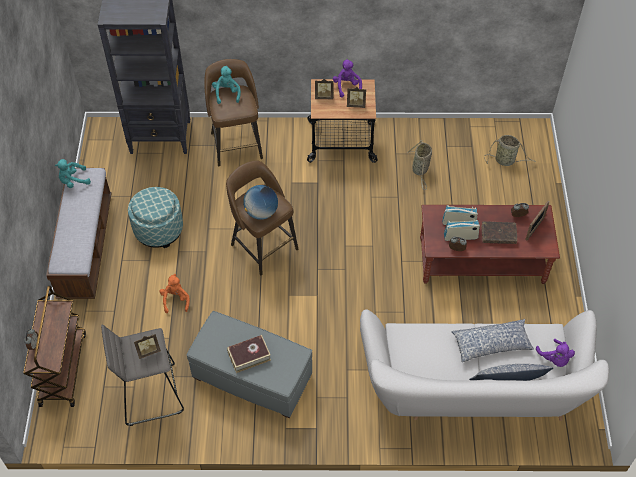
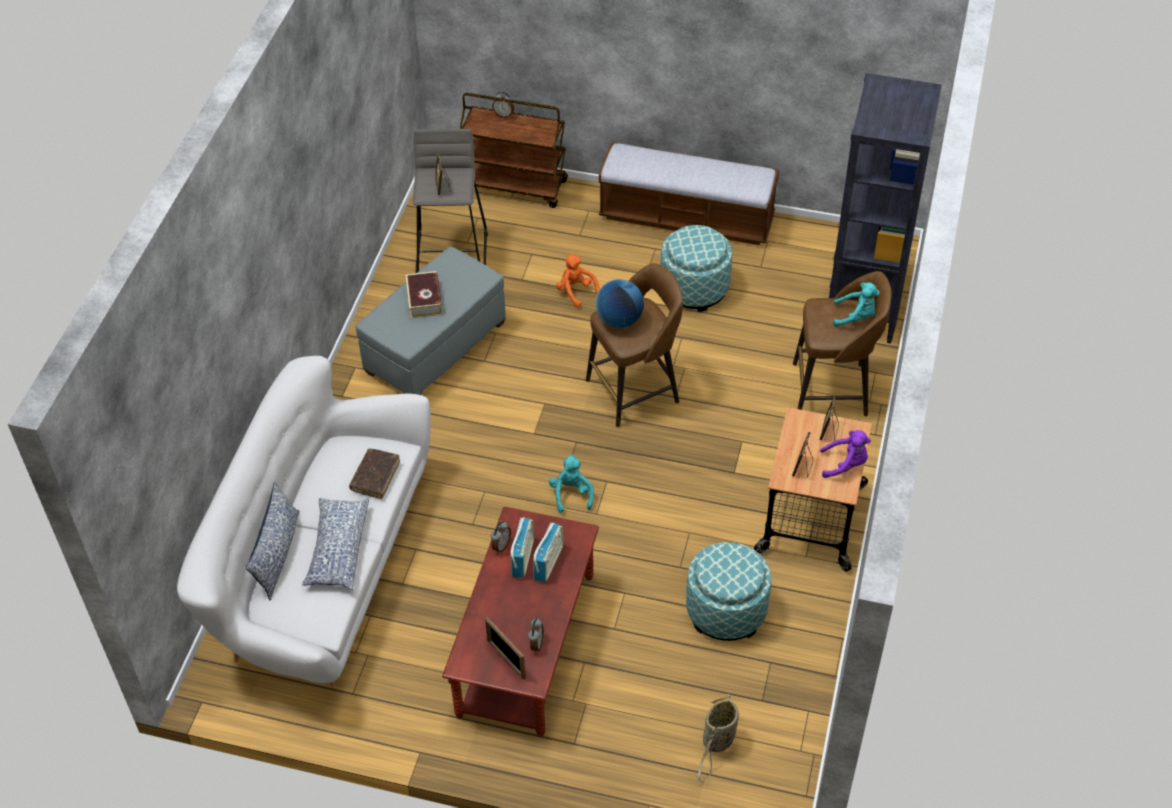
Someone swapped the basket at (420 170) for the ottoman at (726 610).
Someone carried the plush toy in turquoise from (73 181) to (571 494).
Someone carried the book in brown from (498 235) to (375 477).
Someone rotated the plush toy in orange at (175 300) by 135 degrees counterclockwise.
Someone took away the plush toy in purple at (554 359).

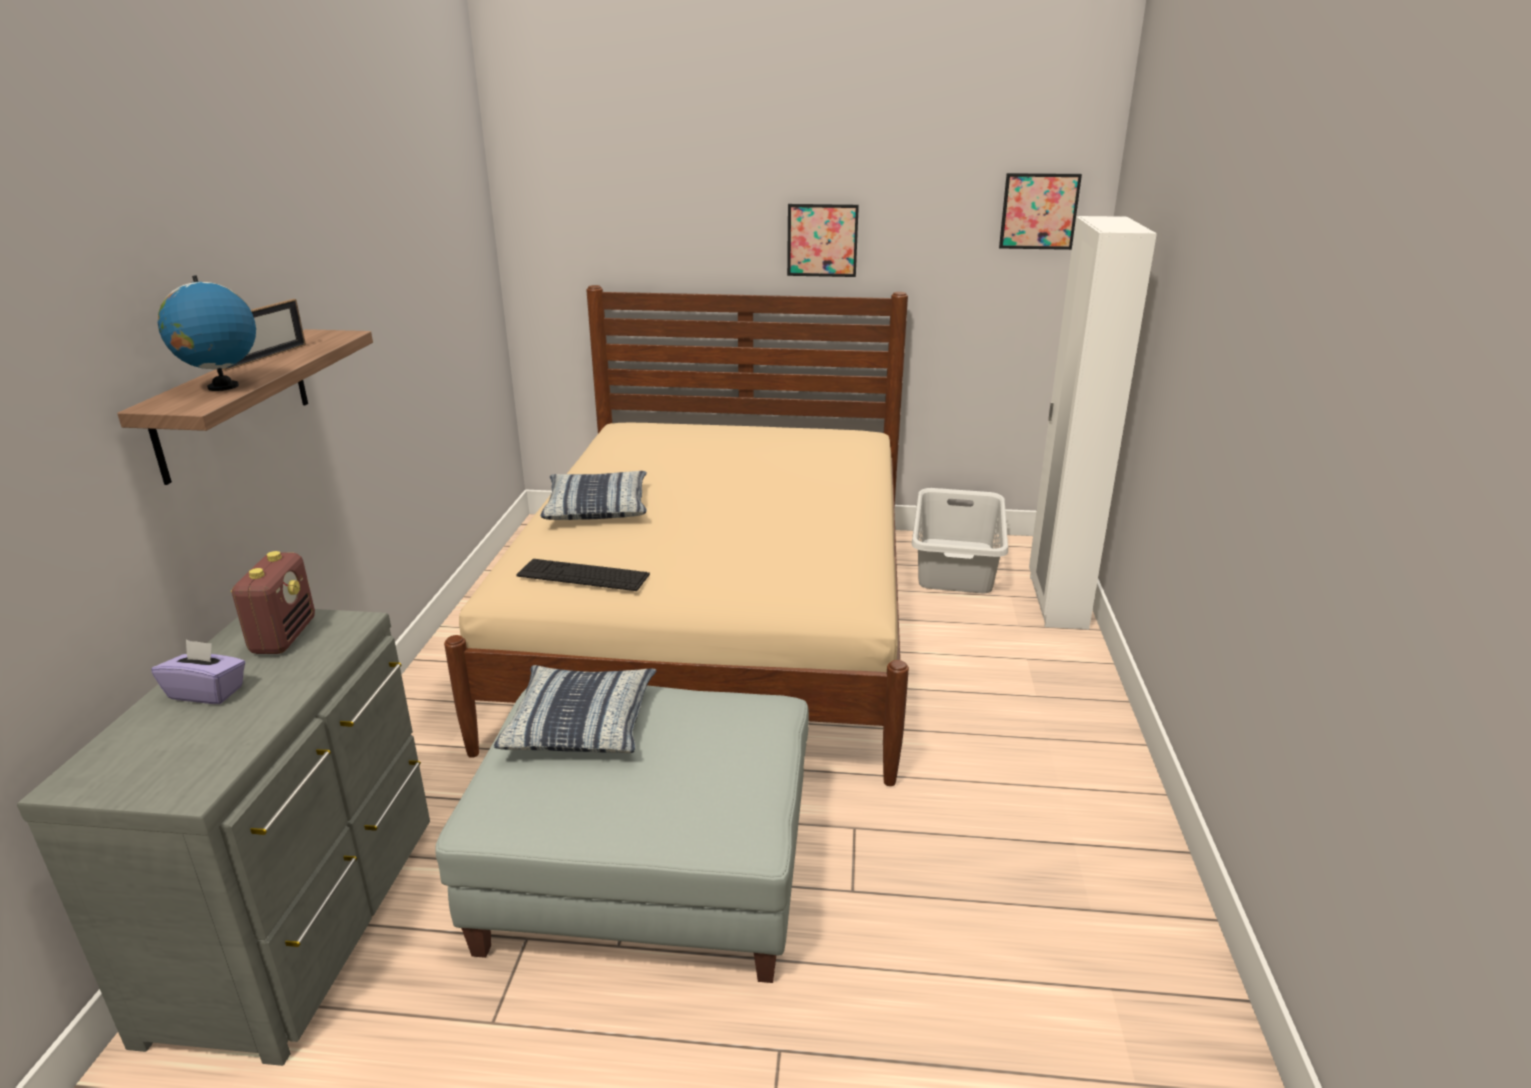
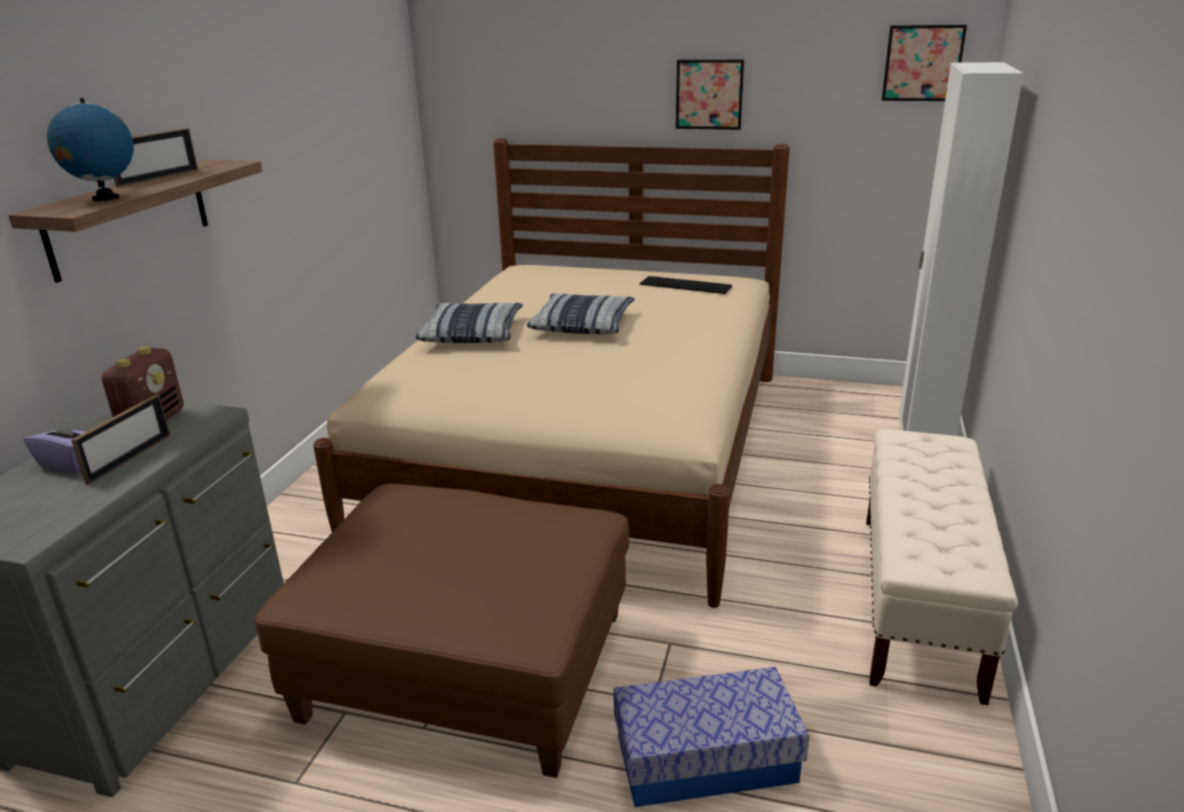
Someone took away the laundry basket in grey at (956 565).
Someone carried the keyboard from (583 575) to (685 285).
Someone carried the pillow from (581 723) to (583 325).
Someone repainted the ottoman in grey at (649 871), which became the ottoman in brown at (469 664).
Someone put down the picture frame at (130 459).
Someone put down the bench in beige at (918 601).
Someone put down the storage box at (706 758).

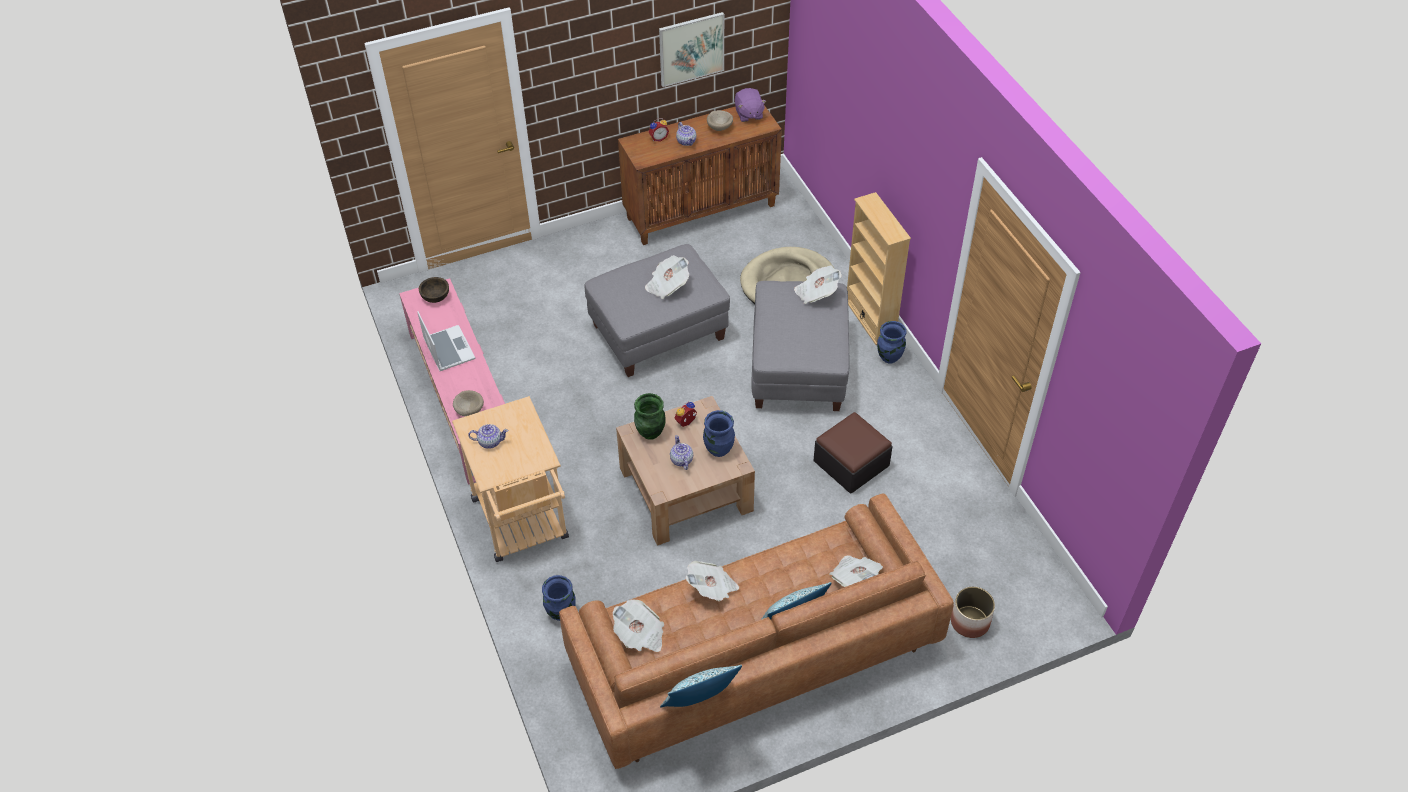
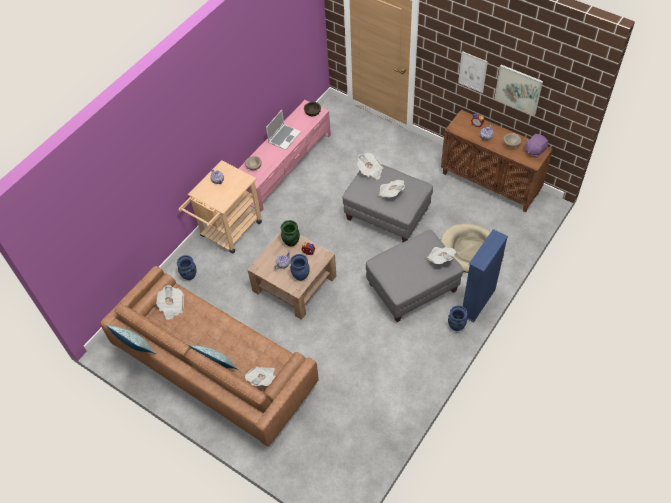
Someone repainted the bookcase in beige at (870 318), which became the bookcase in blue at (478 302).
Someone took away the ottoman at (851 463).
Someone carried the newspaper from (712 588) to (370 171).
Someone took away the planter at (969 622).
Someone put up the picture at (472 72).

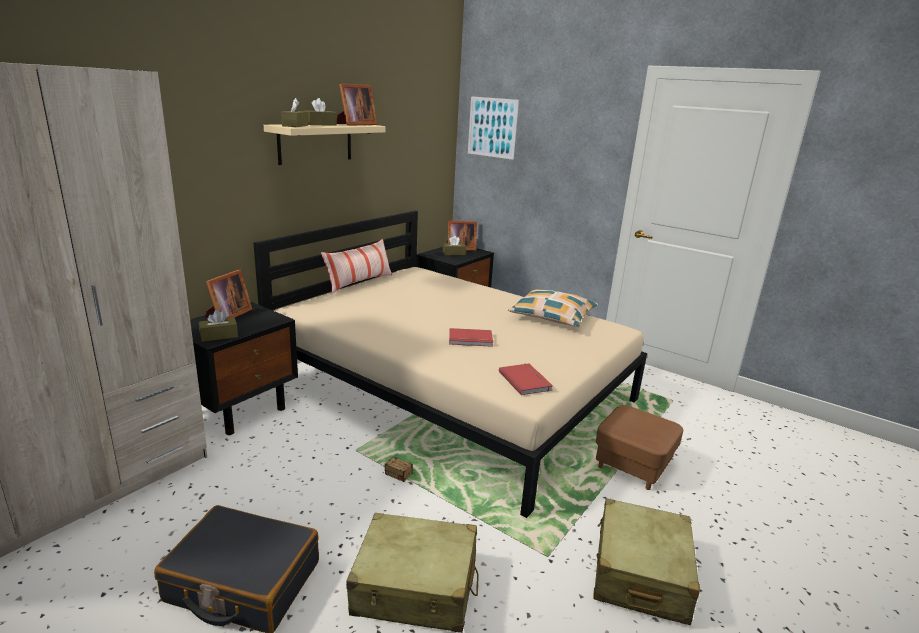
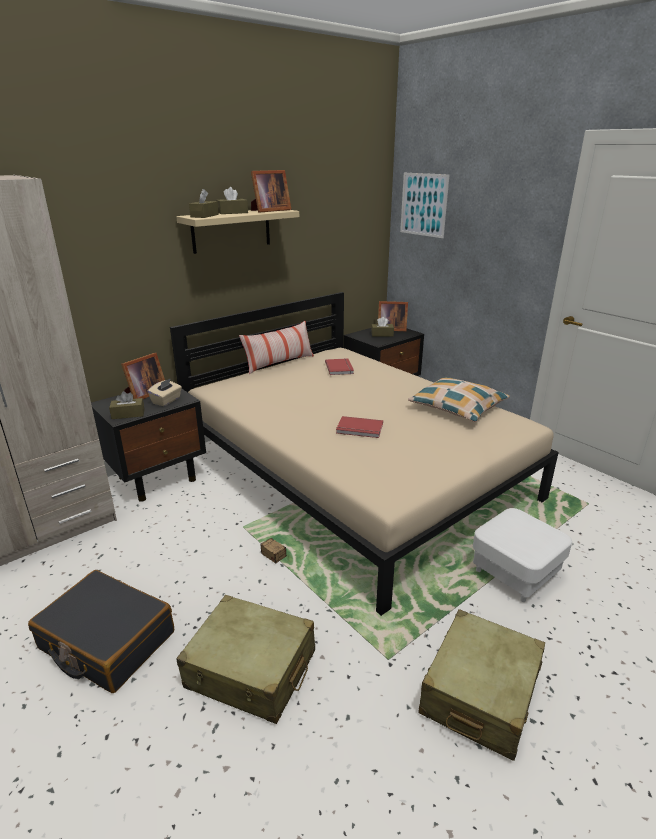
Someone carried the book in red from (526 380) to (340 368).
Someone repainted the ottoman in brown at (633 466), which became the ottoman in white at (515 573).
Someone put down the tissue box in beige at (166 401).

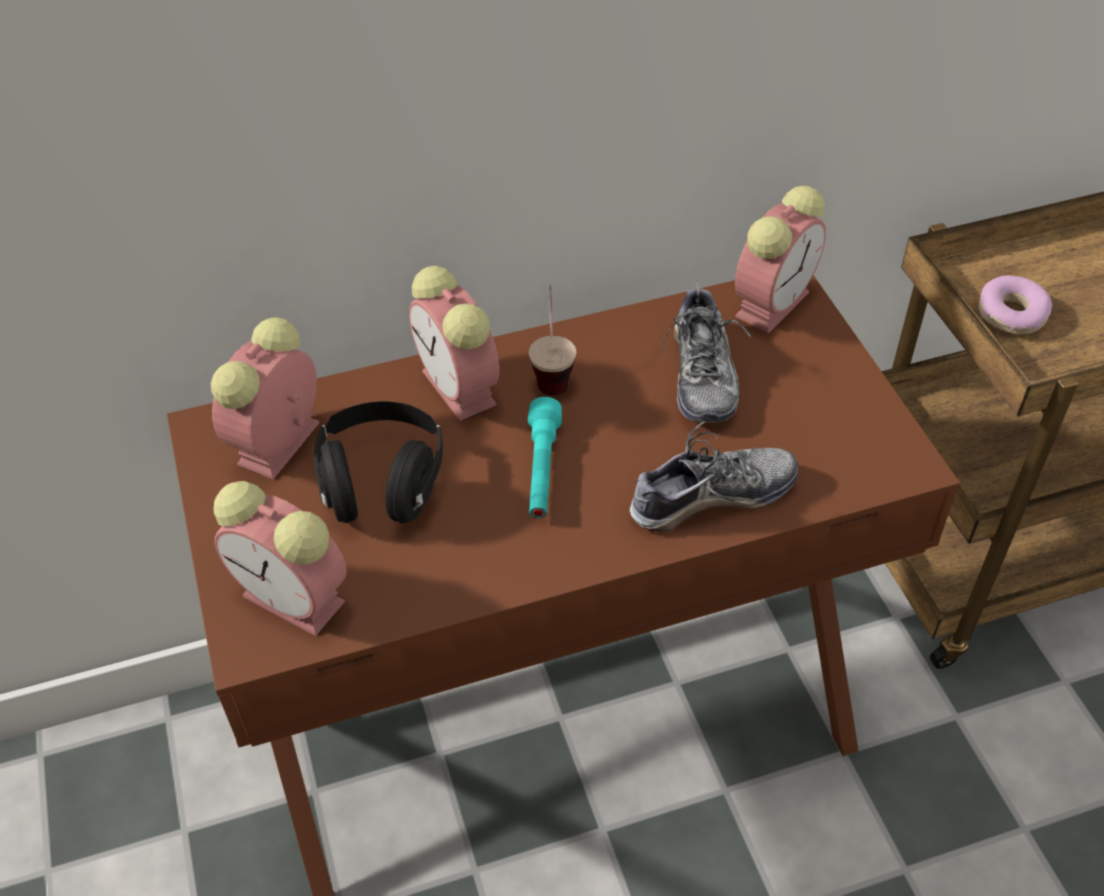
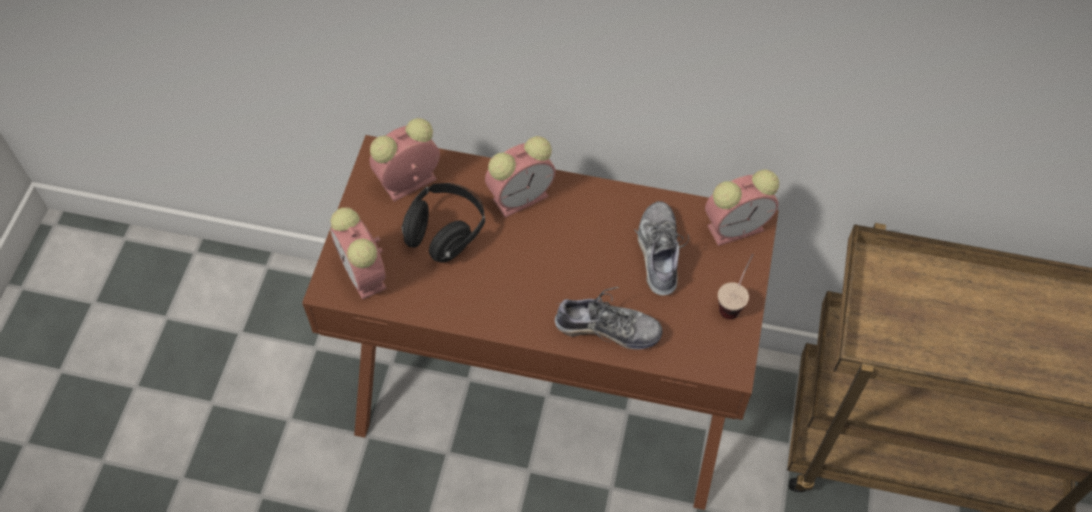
Someone rotated the alarm clock at (462 390) by 120 degrees counterclockwise.
Someone took away the donut at (1011 314).
Someone rotated the shoe at (702 375) by 150 degrees clockwise.
Someone carried the cup from (552 371) to (734 301).
Someone took away the flashlight in turquoise at (542 470).

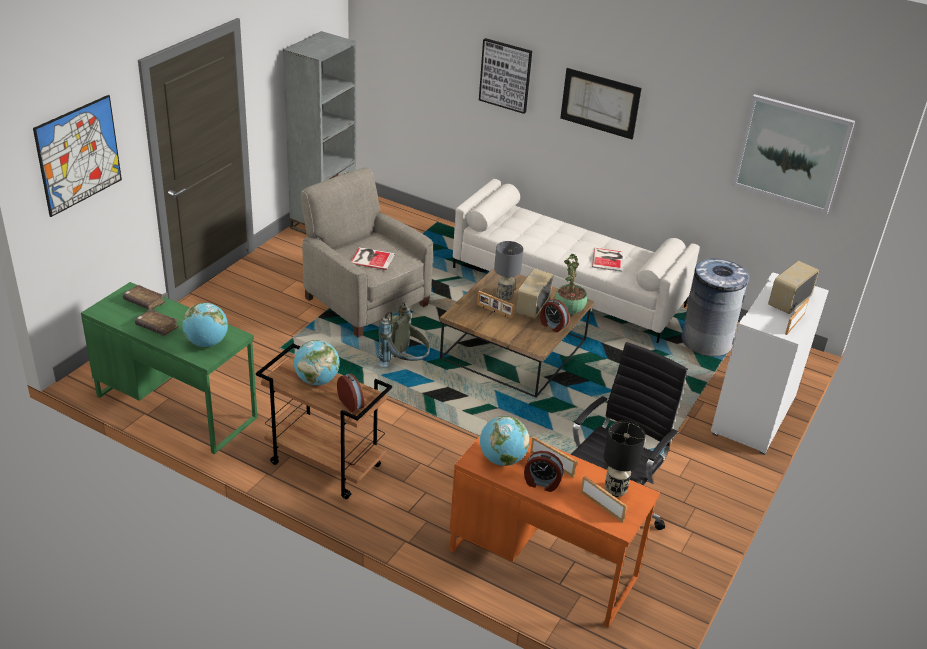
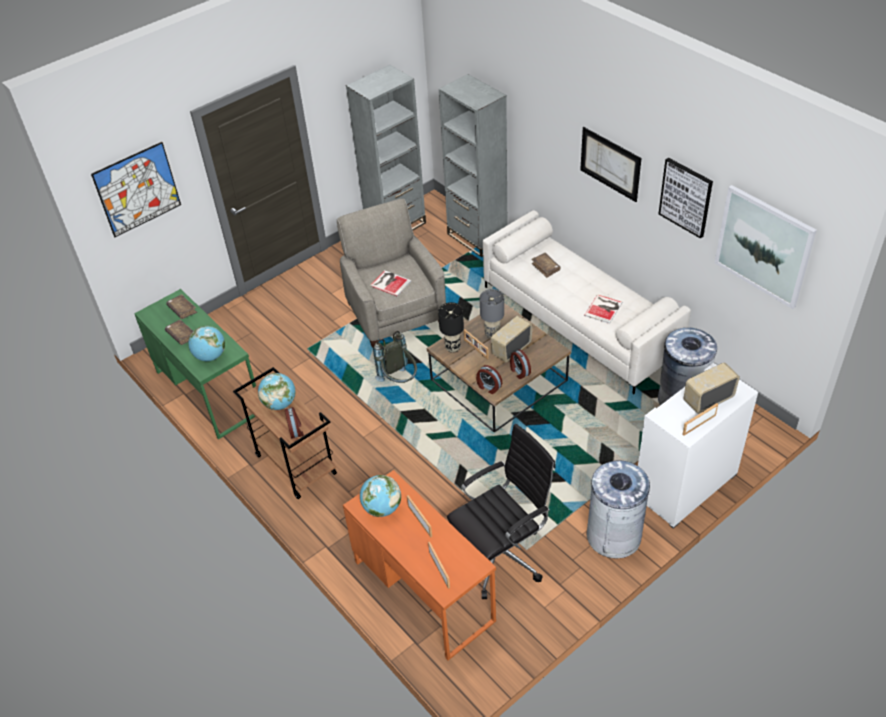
Someone carried the picture from (505 75) to (686 197).
Someone took away the potted plant at (569 311).
Someone carried the table lamp in black from (616 490) to (453 348).
Someone carried the alarm clock from (541 483) to (488 387).
Someone put down the bookcase in grey at (477 238).
Someone put down the book in brown at (545 267).
Someone put down the trash can in grey at (614 535).

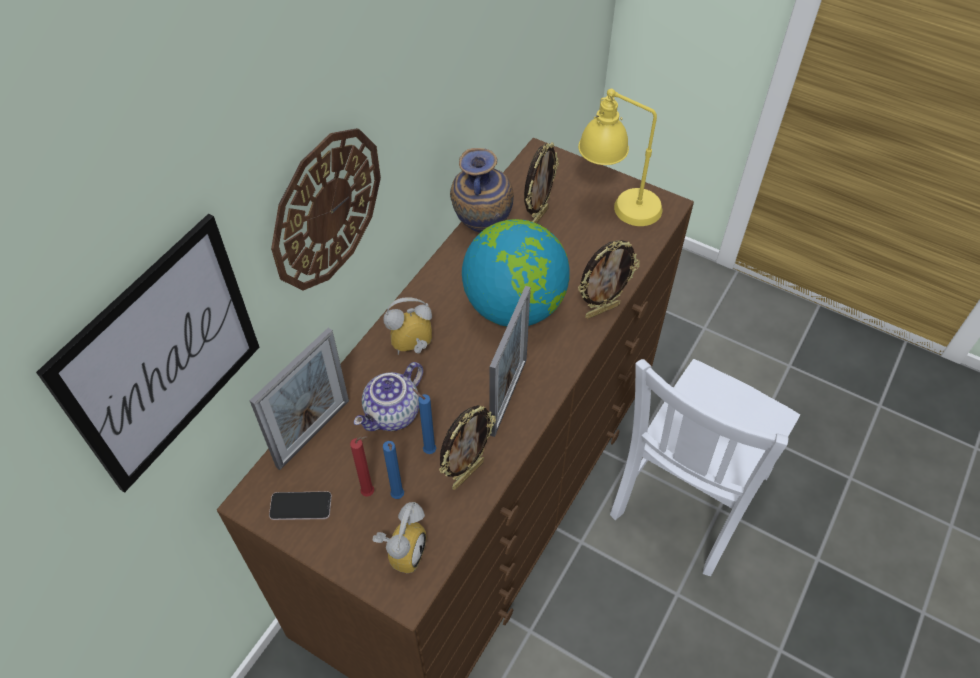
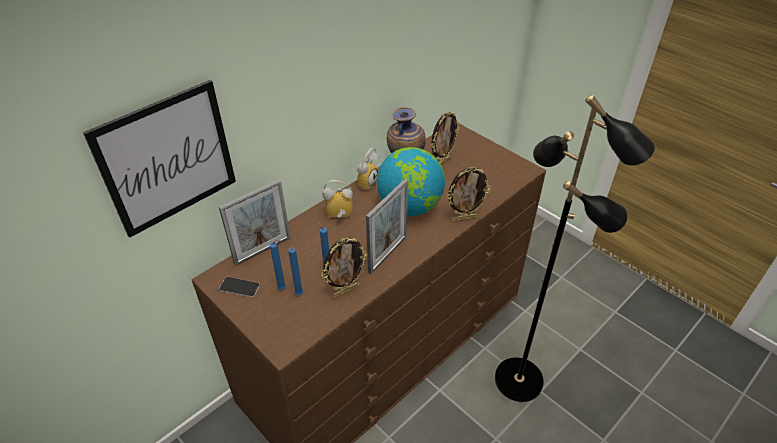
Someone took away the table lamp in yellow at (616 208).
Someone took away the wall clock at (326 209).
Someone swapped the chair in white at (687 499) for the floor lamp in black at (520 379).
Someone took away the teapot at (393 414).
Someone repainted the candle in red at (370 493), which became the candle in blue at (283 289).
Someone carried the alarm clock from (402 550) to (365 182).

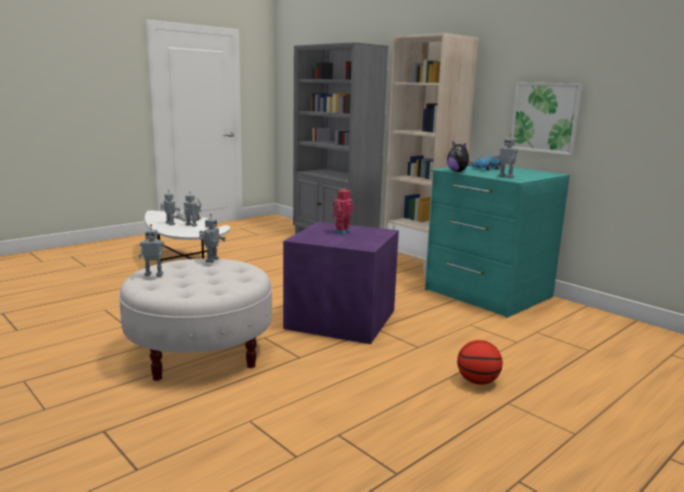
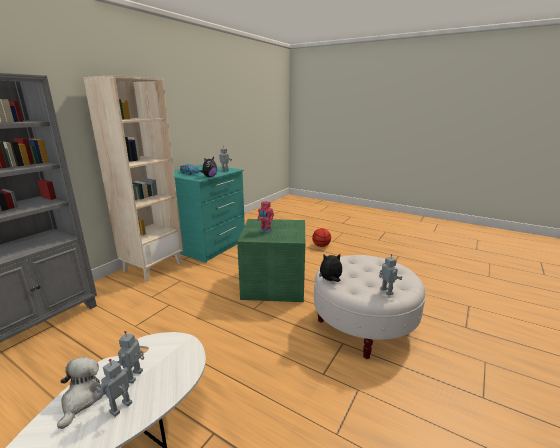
Someone took away the picture at (545 117).
Someone swapped the toy robot at (211 260) for the plush toy at (330 280).
Someone repainted the storage box in purple at (343 319), which became the storage box in green at (273 283).

